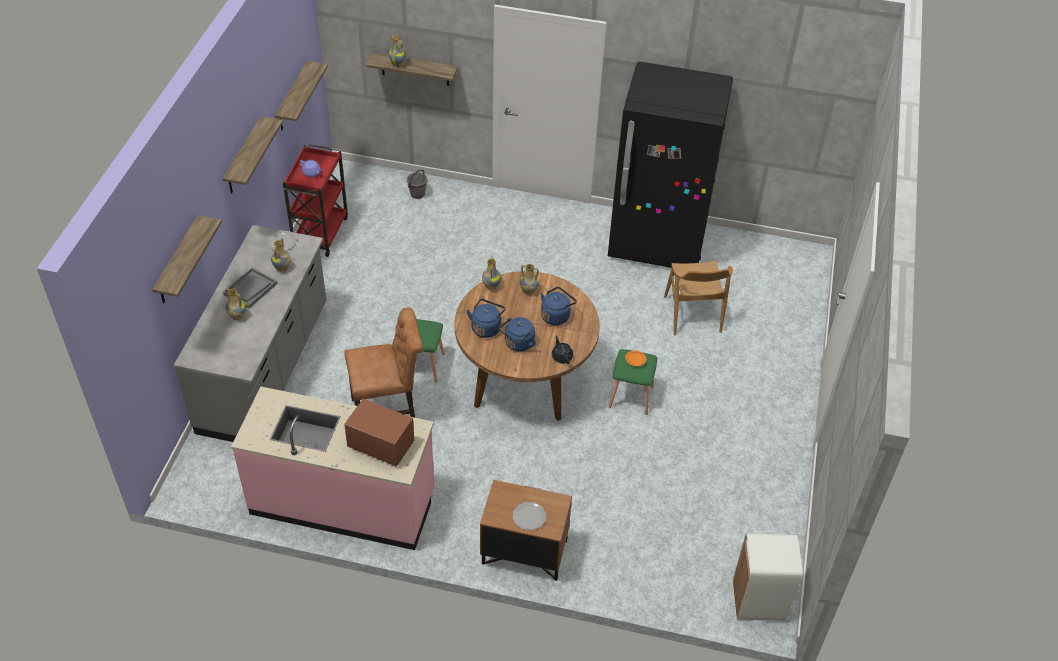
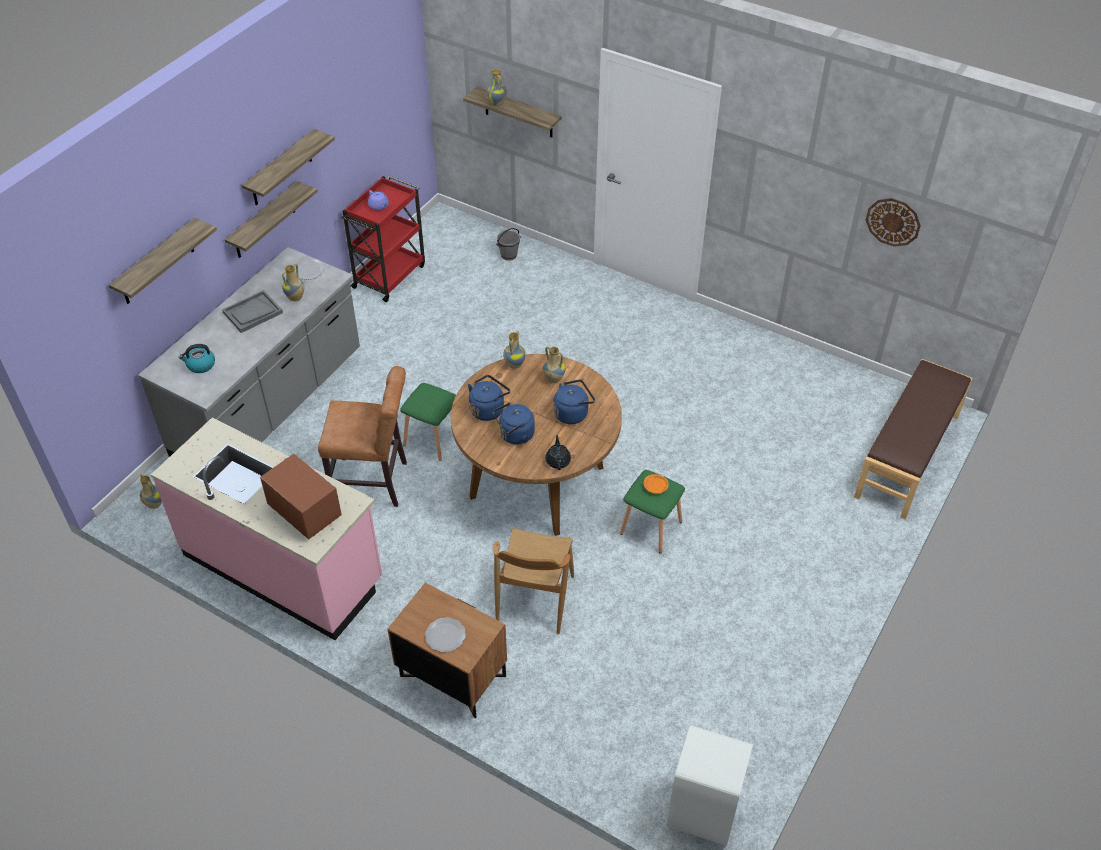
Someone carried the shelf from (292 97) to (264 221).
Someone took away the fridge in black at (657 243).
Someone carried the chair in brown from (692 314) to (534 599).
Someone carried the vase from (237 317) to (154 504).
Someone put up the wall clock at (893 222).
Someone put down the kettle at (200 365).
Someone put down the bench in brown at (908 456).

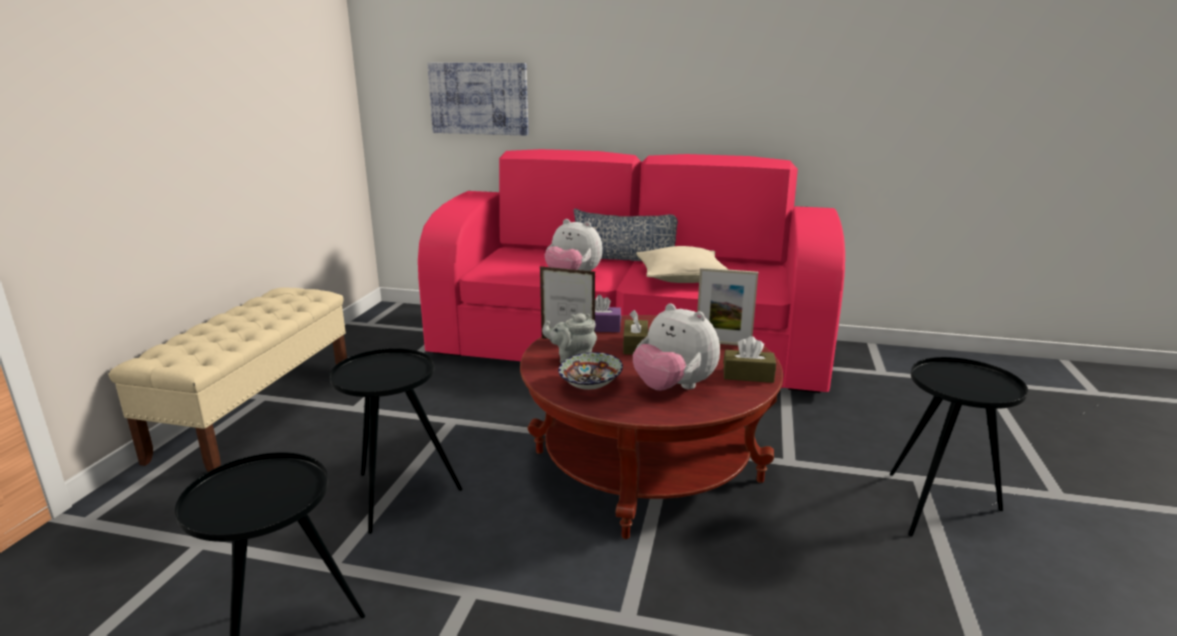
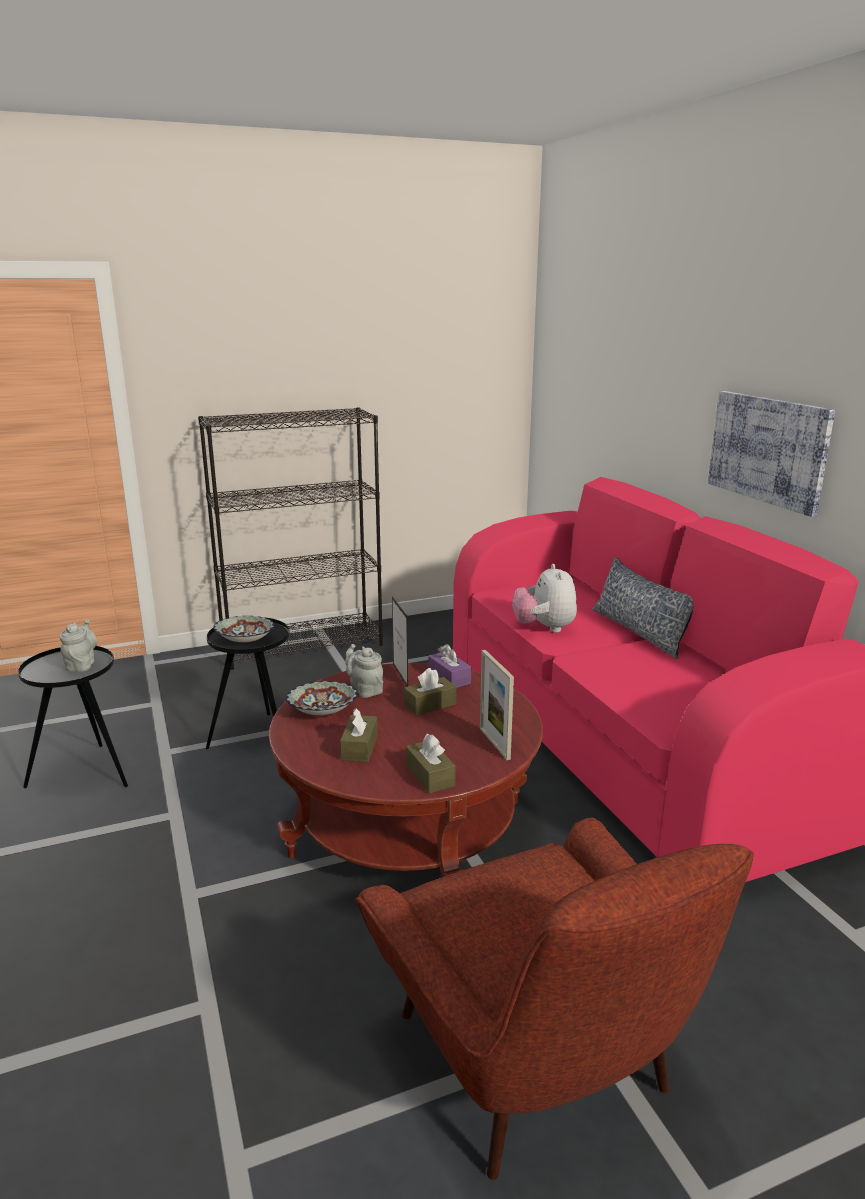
Someone carried the picture from (479 98) to (768 450).
Someone took away the pillow in beige at (681 278).
Someone swapped the bench in beige at (257 412) for the bookcase in black at (303 645).
Someone swapped the plush toy at (673 388) for the tissue box in brown at (359 747).
Someone swapped the side table in black at (939 507) for the armchair in red at (539 1065).
Someone put down the bowl at (245 641).
Someone put down the teapot in grey at (81 664).

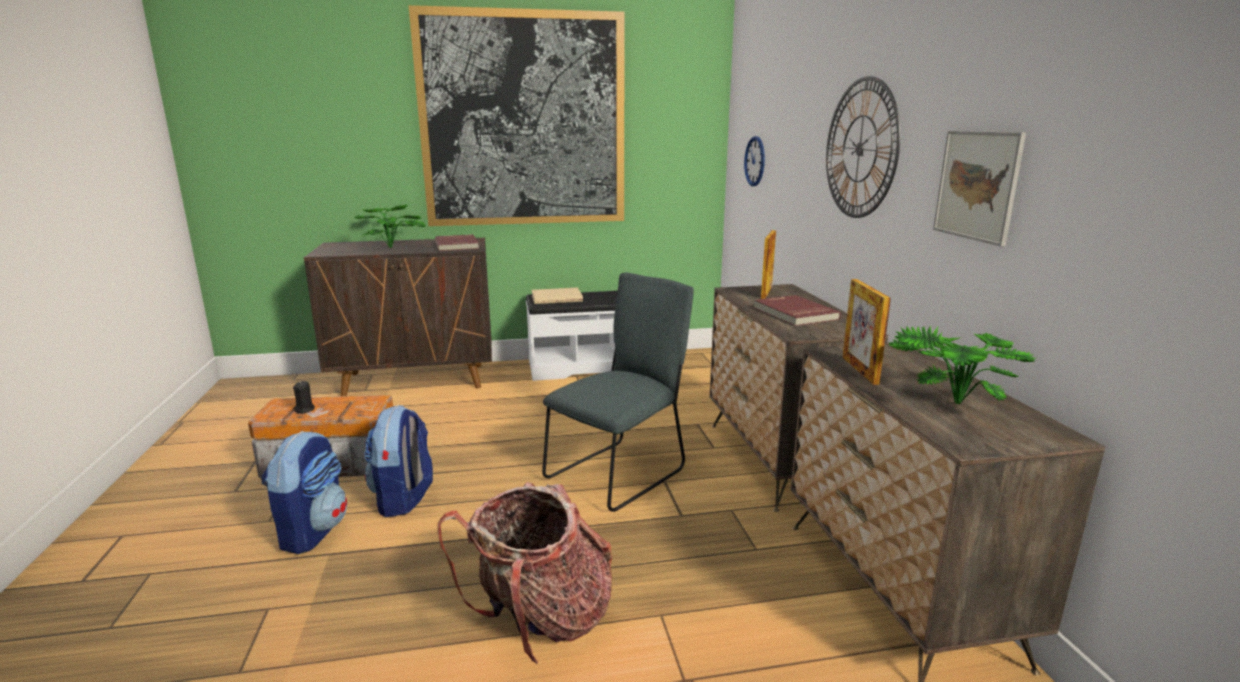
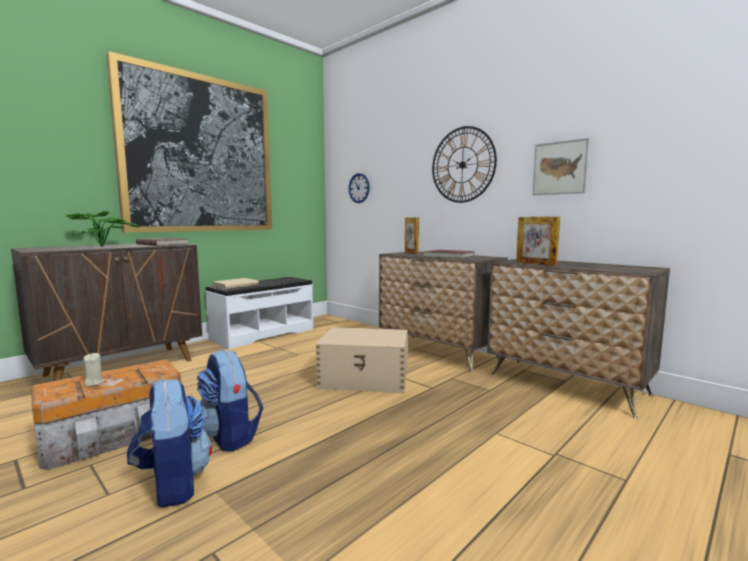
Someone swapped the chair in grey at (620 472) for the storage box in beige at (365 378).
Someone took away the potted plant at (948 403).
Someone repainted the candle in black at (305 410), which became the candle in beige at (94 383).
Someone took away the backpack at (540 621).

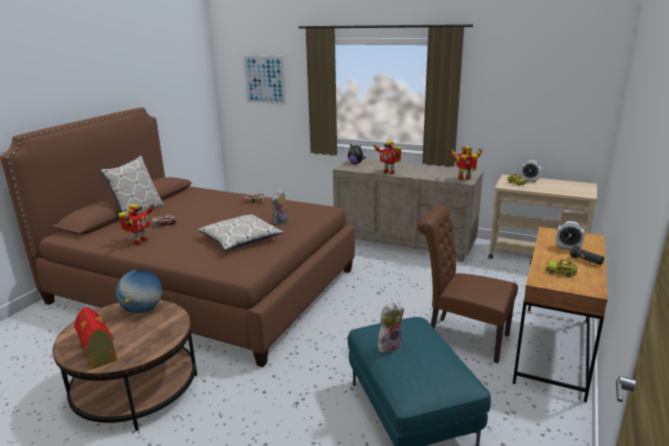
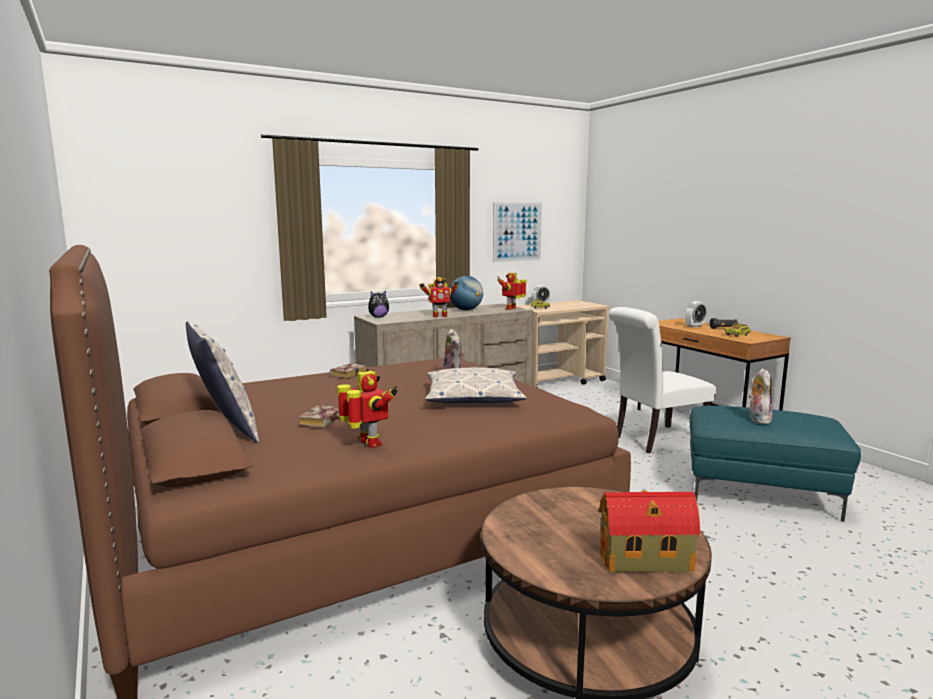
Someone carried the picture from (265 80) to (517 232).
Someone repainted the chair in brown at (462 337), which became the chair in white at (654 440).
Someone carried the globe from (142 310) to (466 310).

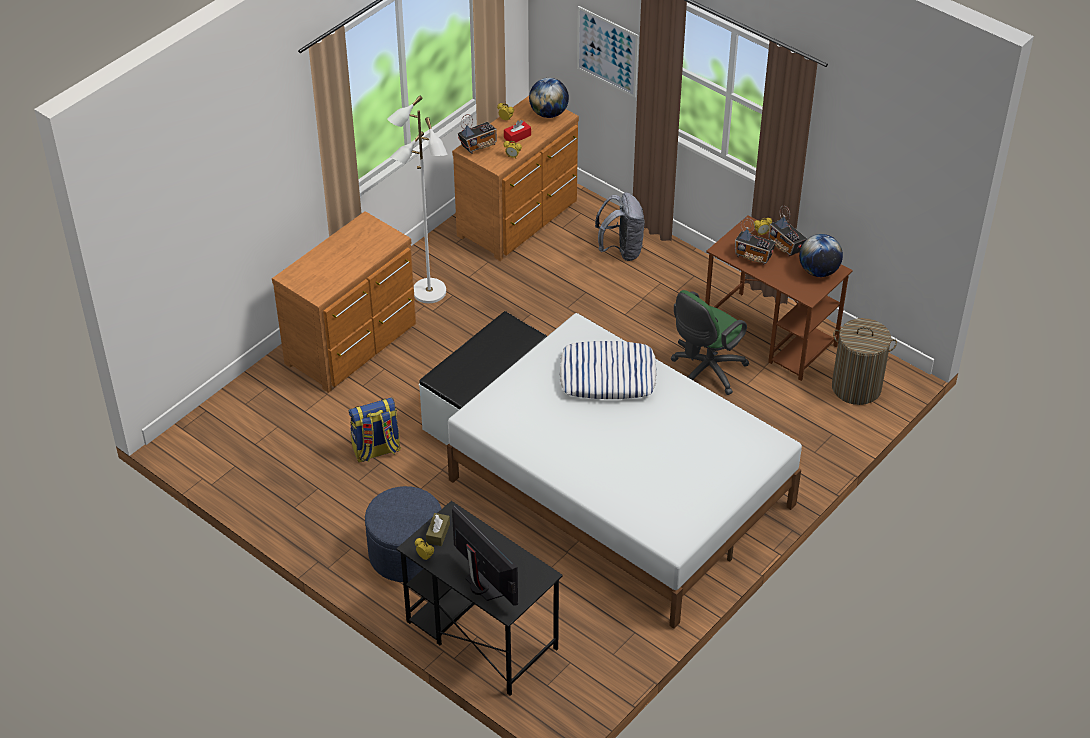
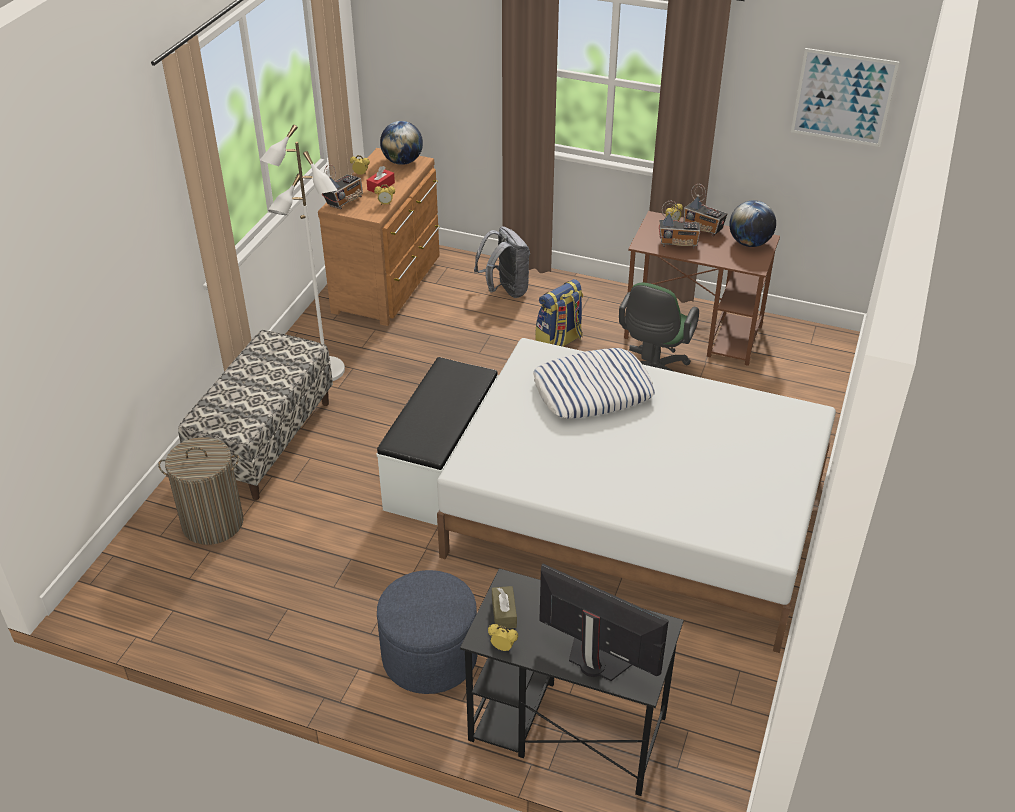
Someone carried the picture from (607 51) to (843 97).
Someone swapped the dresser in brown at (354 344) for the bench at (265 441).
Someone carried the laundry basket from (856 387) to (213 523).
Someone carried the backpack from (376 450) to (559 342).

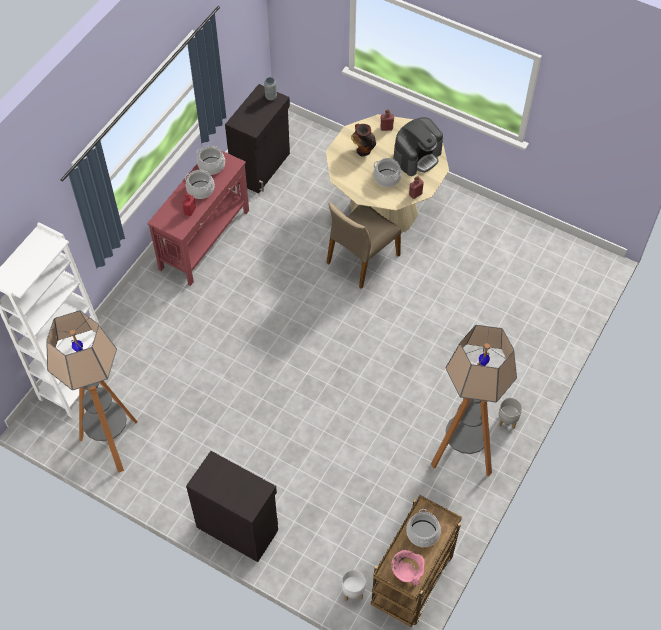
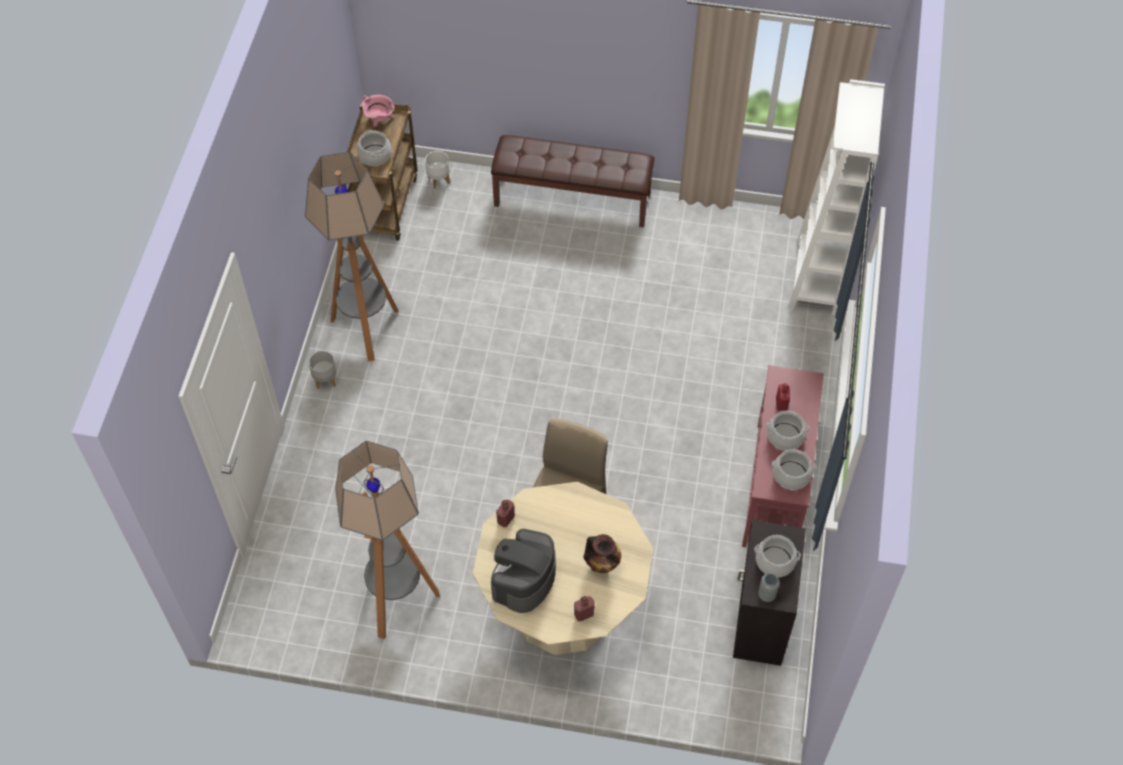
Someone carried the cooking pot from (387 178) to (775 561).
Someone carried the floor lamp from (112 443) to (397 601).
Someone swapped the cabinet in black at (237 527) for the bench in brown at (573 198).

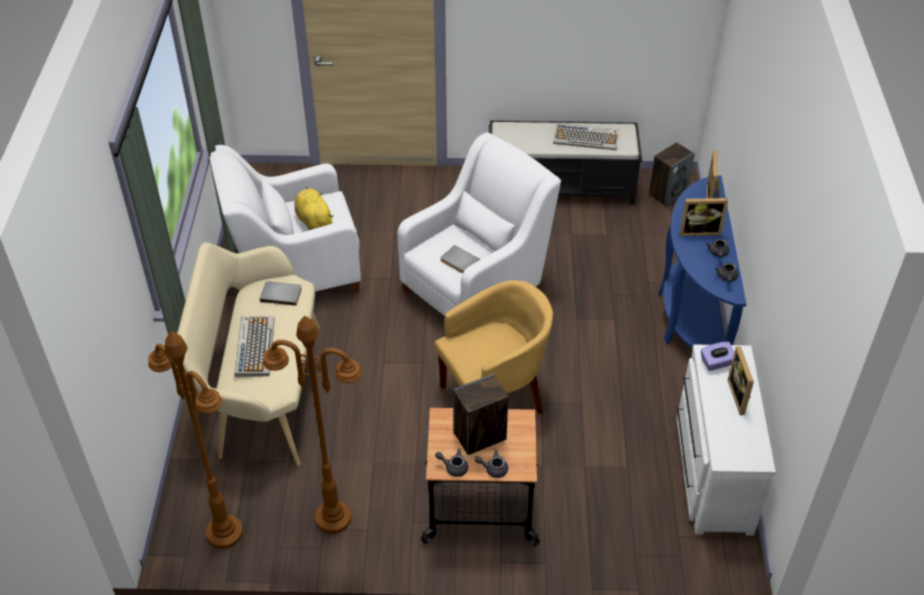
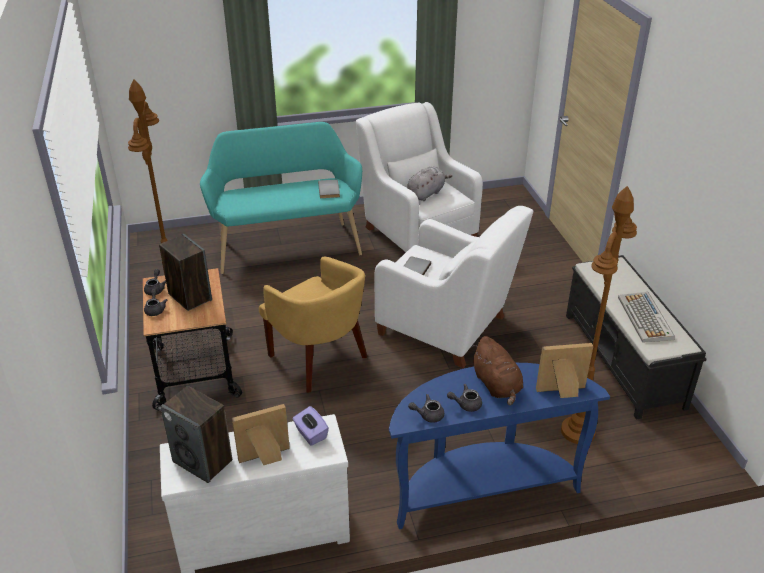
Someone carried the speaker from (668 193) to (203 461).
Someone repainted the plush toy in yellow at (313 220), which became the plush toy in grey at (426 193).
Someone swapped the picture frame at (699 230) for the plush toy in brown at (497 385).
Someone repainted the bench in beige at (262 392), which became the bench in turquoise at (287 244).
Someone took away the keyboard at (254 346).
Someone carried the floor lamp in brown from (224 532) to (577 431).

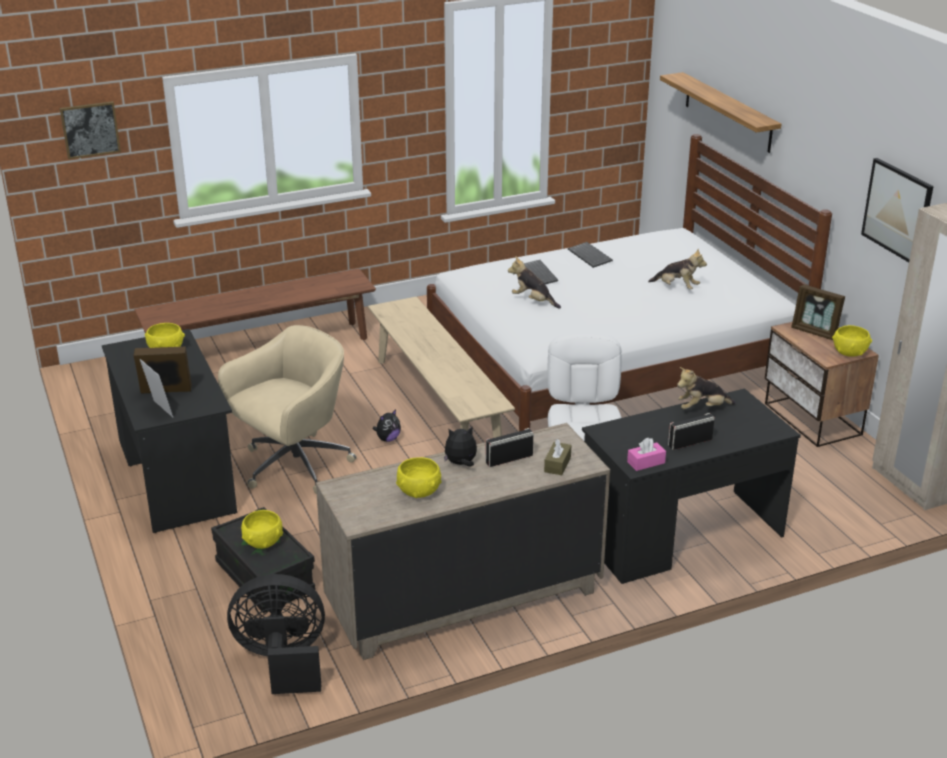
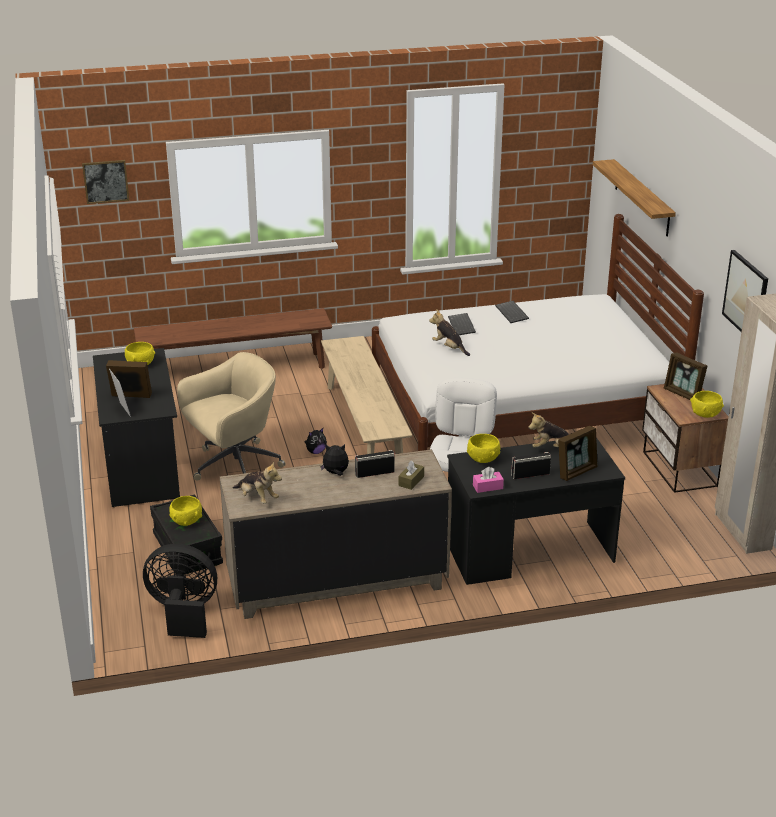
Someone carried the plush toy from (677 287) to (257 498).
Someone carried the bowl in yellow from (419 491) to (483 459).
Someone put down the picture frame at (576 471).

